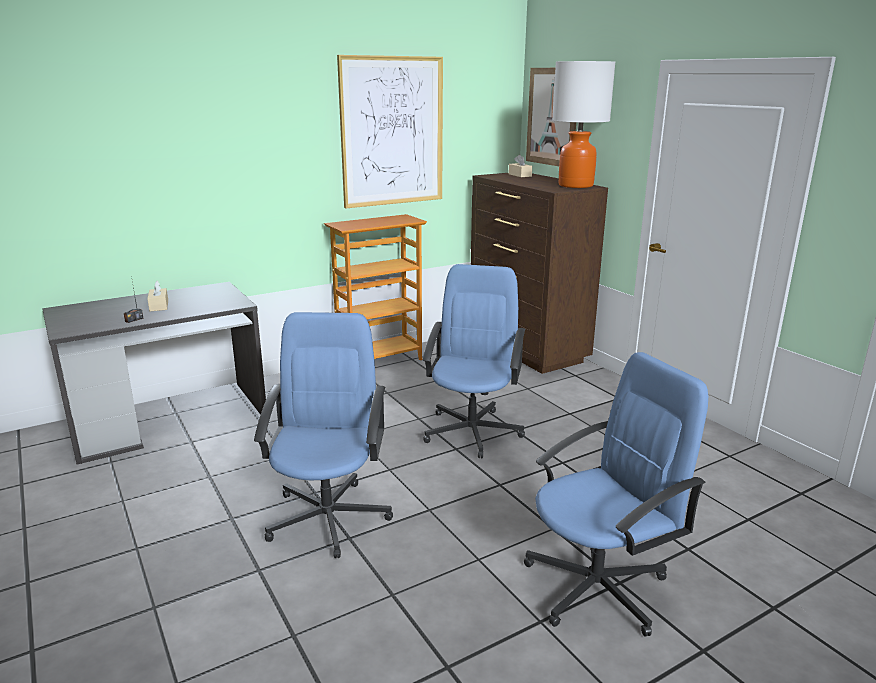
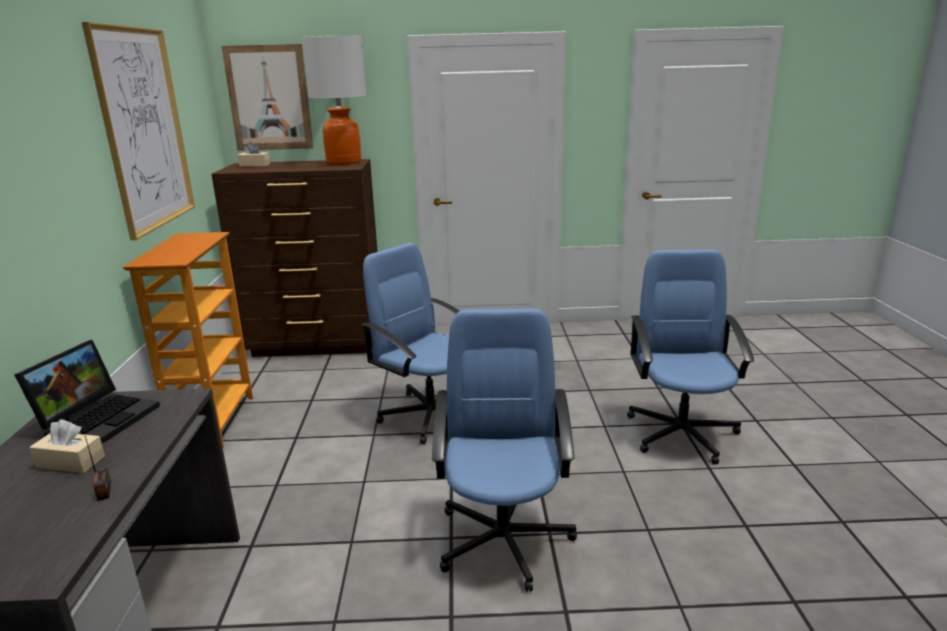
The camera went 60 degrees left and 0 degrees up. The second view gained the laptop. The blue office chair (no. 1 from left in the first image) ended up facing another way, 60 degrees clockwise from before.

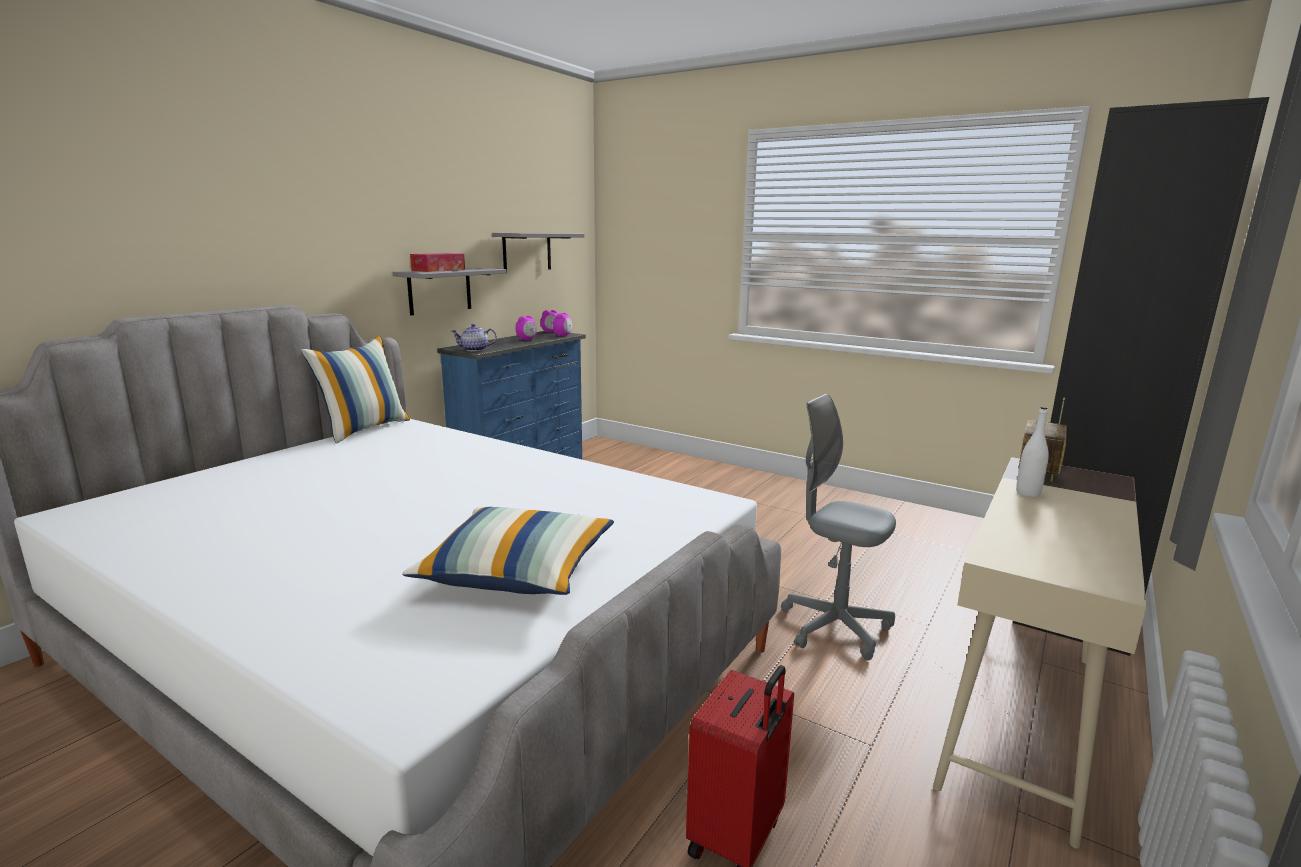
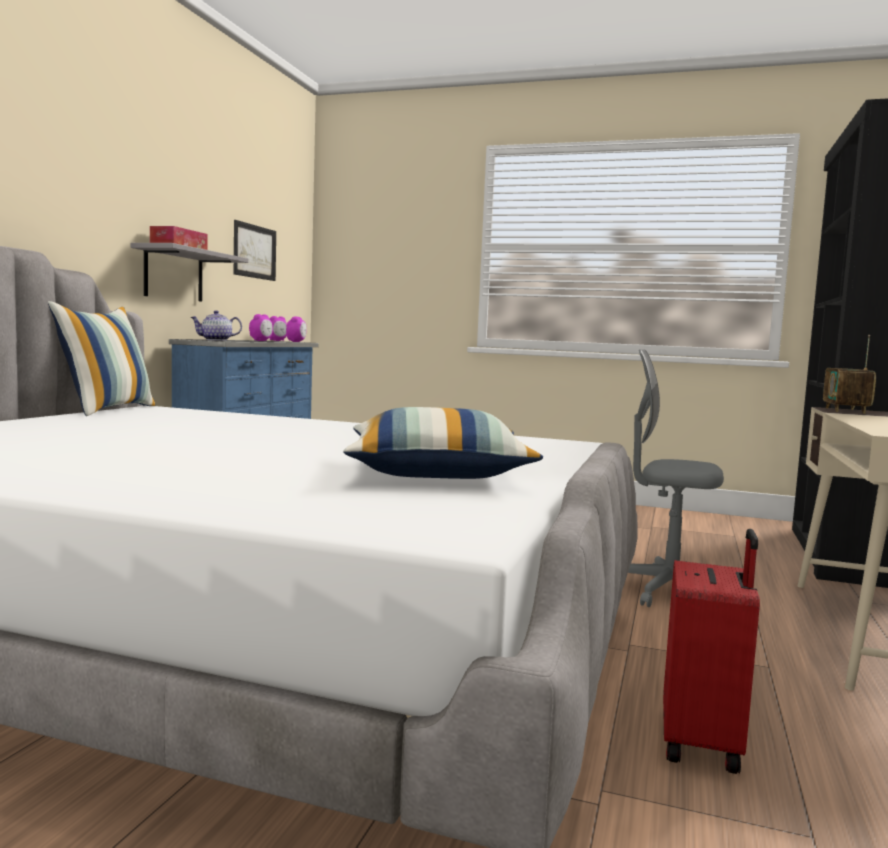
The camera went 15 degrees left and 10 degrees down. Where the grey shelf (no. 2 from left) hung, the picture came to hang. The second view lost the white bottle.

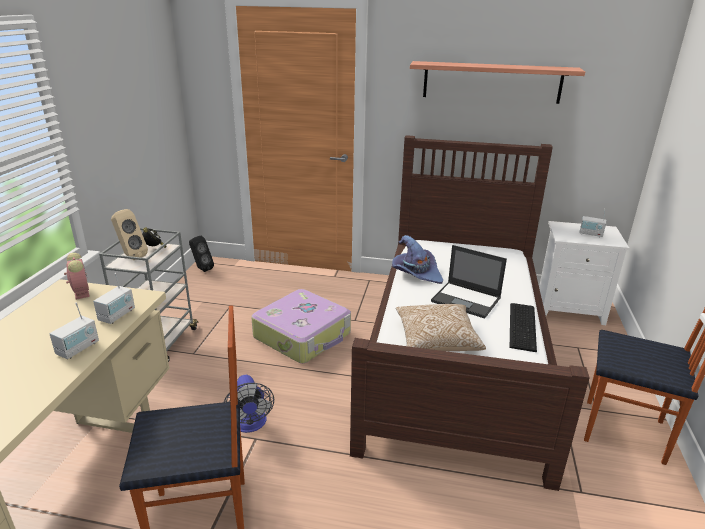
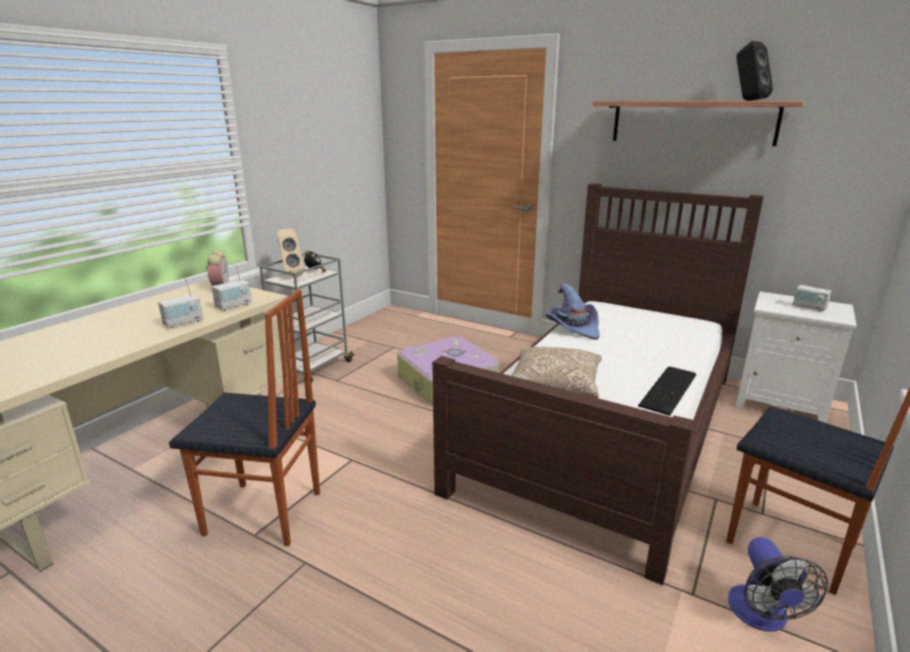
The camera went 20 degrees right and 5 degrees down. The fan ended up elsewhere. The black speaker ended up elsewhere. The second view lost the laptop.

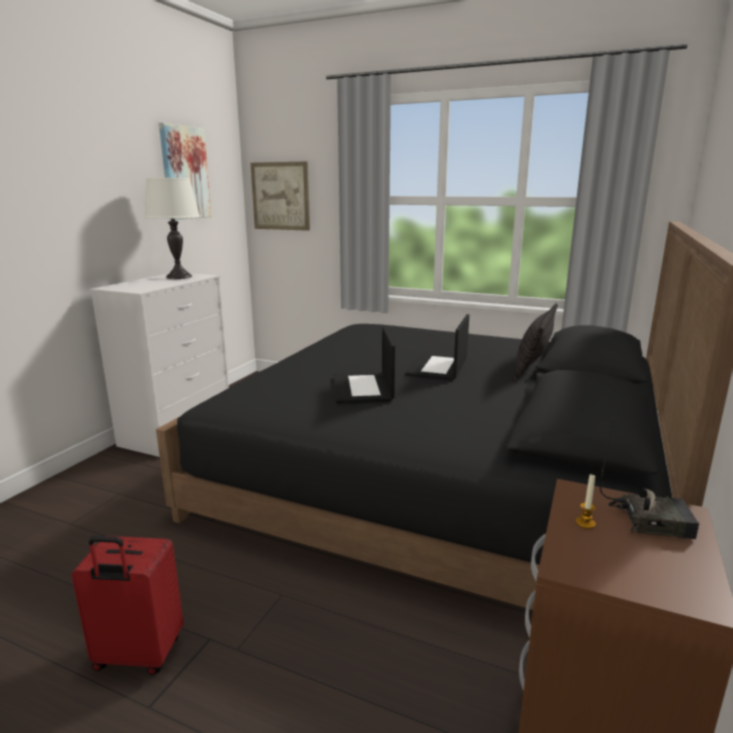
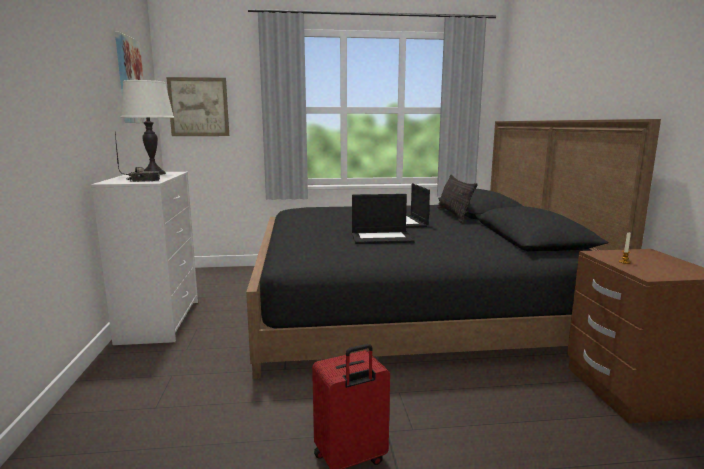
The camera went 30 degrees left and 5 degrees down. The radio ended up elsewhere. The laptop (no. 1 from left) ended up facing another way, 60 degrees counterclockwise from before.

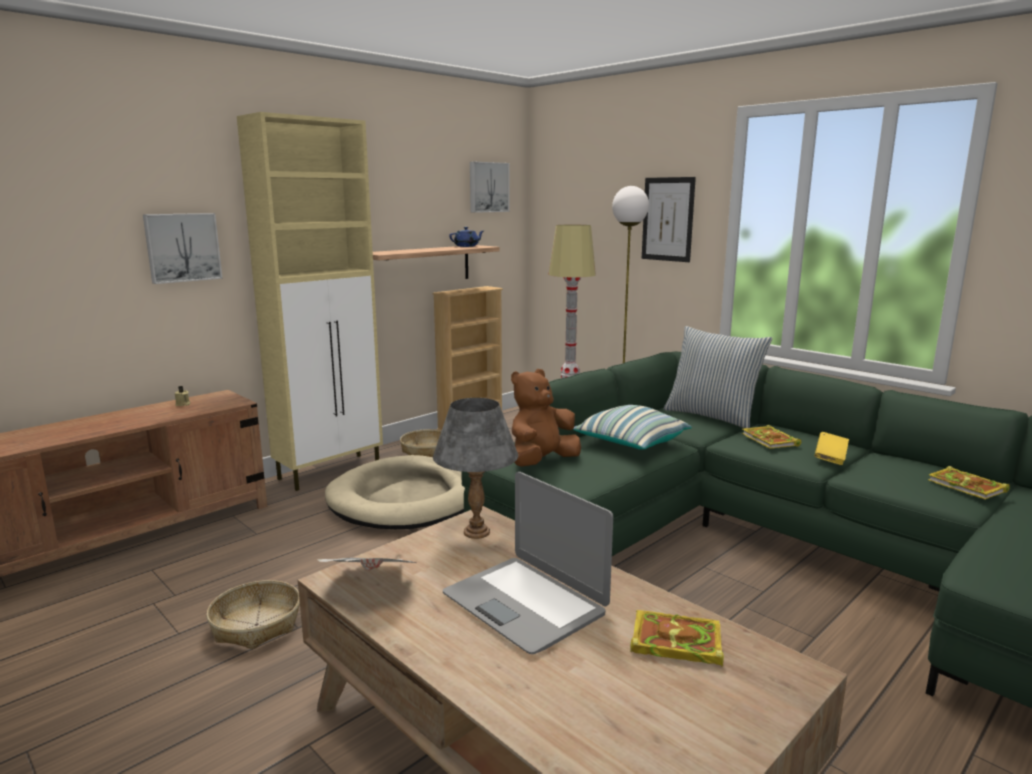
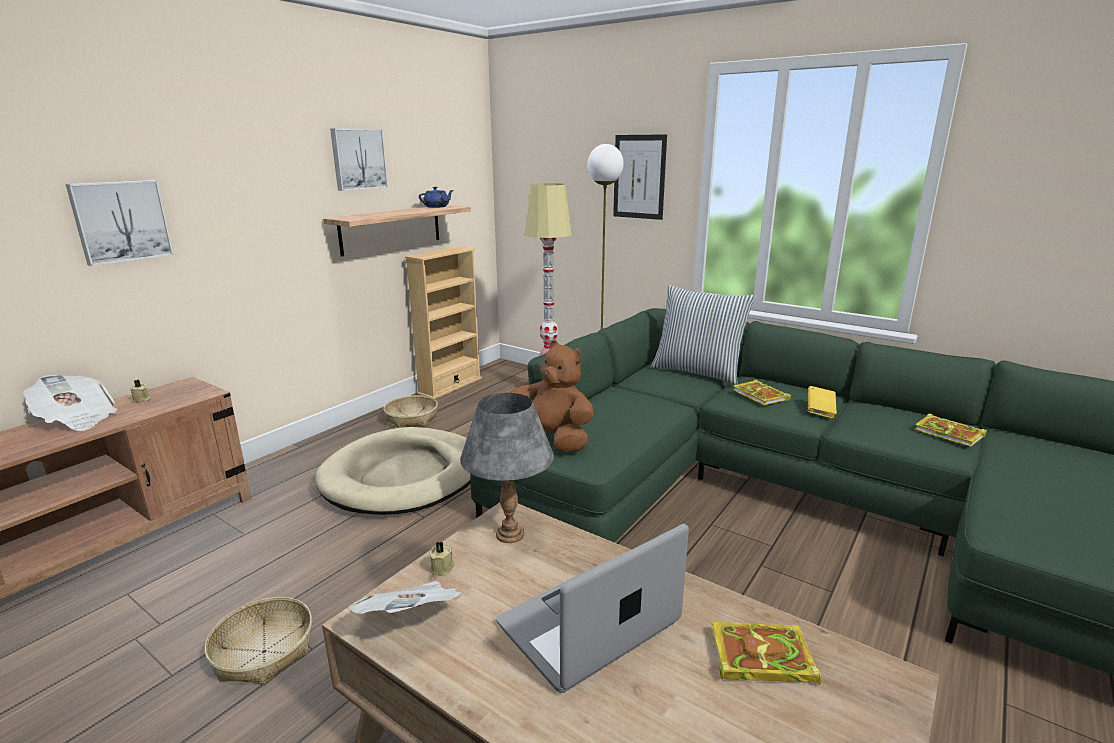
The camera went 10 degrees left and 5 degrees up. The second view gained the newspaper (no. 1 from left). The picture (no. 2 from left) ended up elsewhere. The second view gained the beige candle (no. 2 from left). The laptop ended up facing another way, 105 degrees clockwise from before. The brown plush toy ended up facing another way, 90 degrees clockwise from before. The second view lost the beige cabinet. The second view lost the pillow (no. 1 from left).

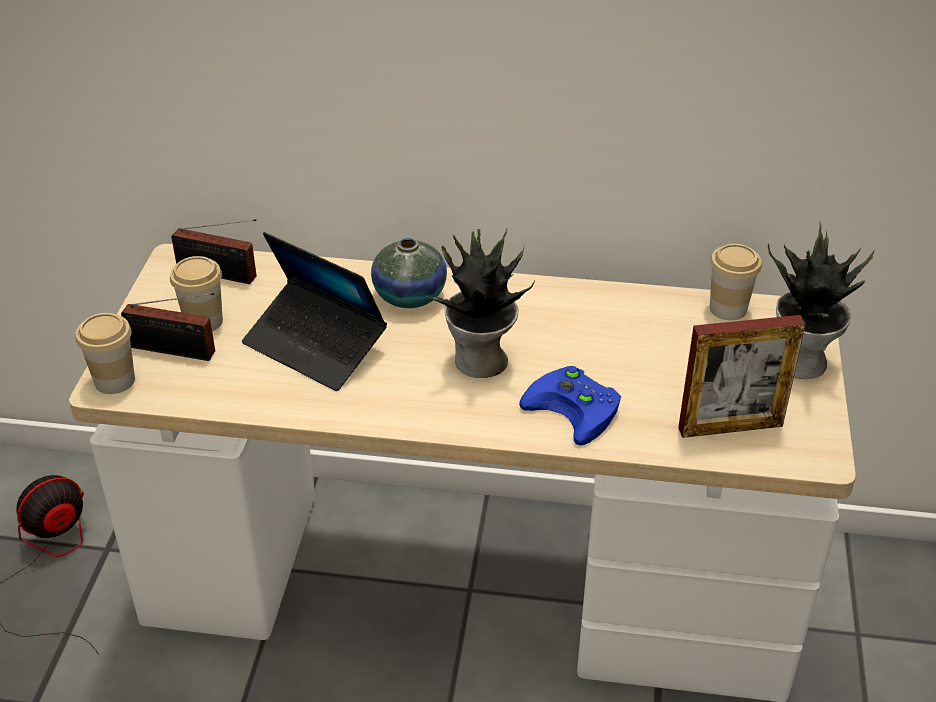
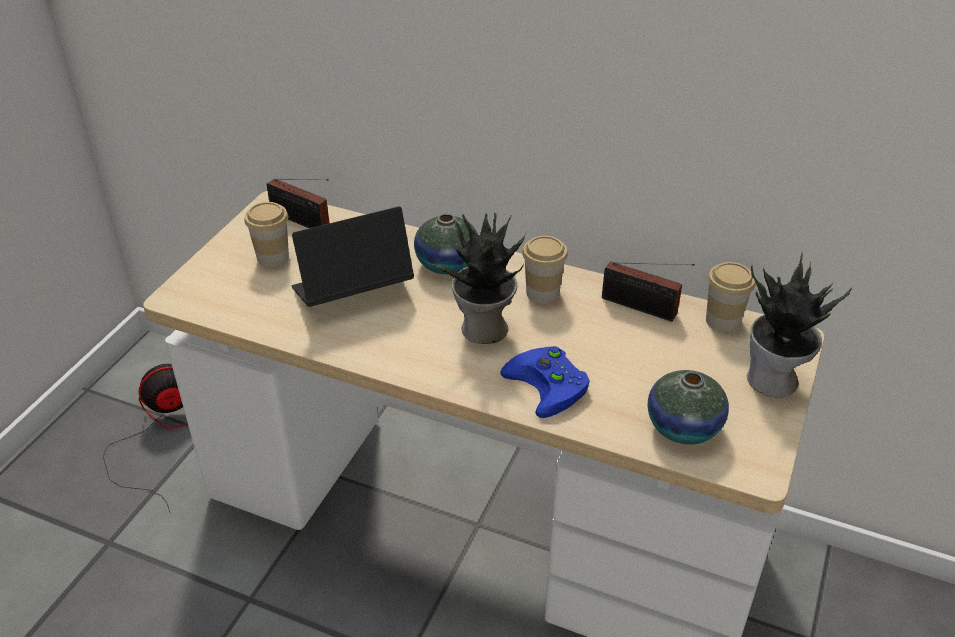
The camera went 15 degrees right and 0 degrees up. The laptop ended up facing another way, 105 degrees clockwise from before. The cup (no. 1 from left in the first image) ended up elsewhere. The radio (no. 1 from left in the first image) ended up elsewhere. Where the picture frame stood, the vase (no. 2 from left) came to stand.

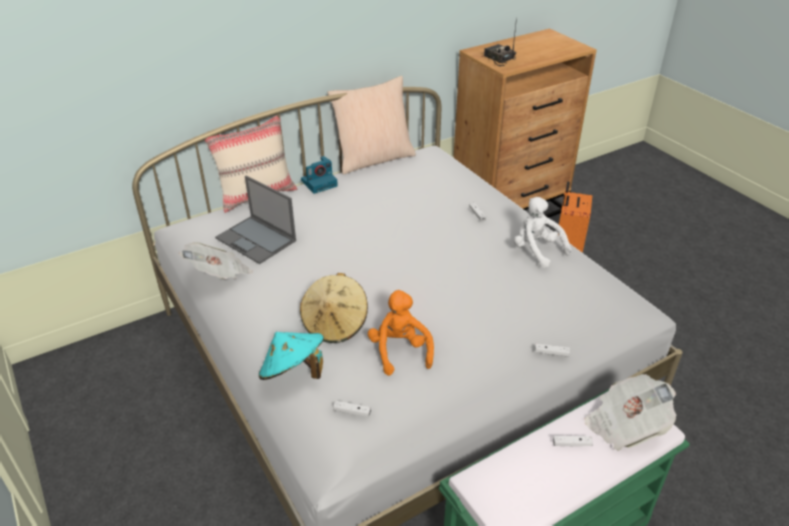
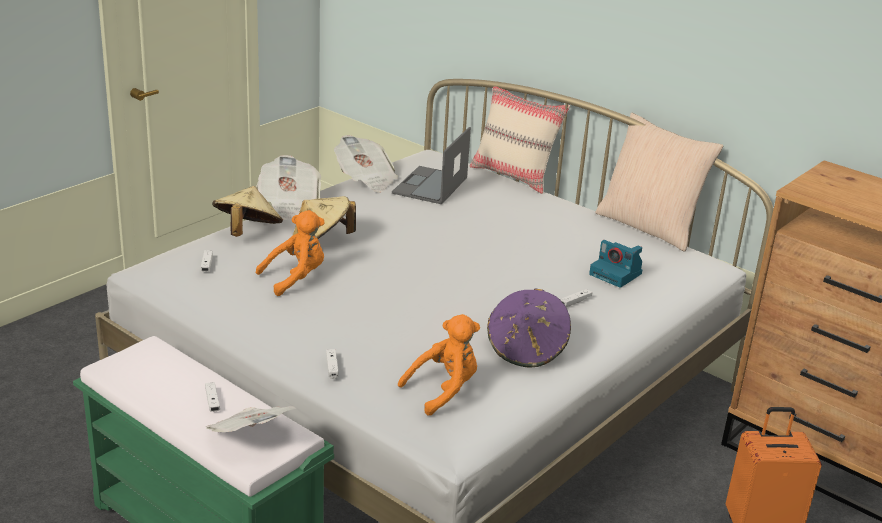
The camera went 70 degrees right and 10 degrees down. What was the turquoise hat turned into the beige hat (no. 1 from left). The second view gained the newspaper (no. 2 from left). The second view gained the orange plush toy (no. 2 from left). Where the white plush toy stood, the purple hat came to stand. The photo camera ended up elsewhere. The second view lost the radio.

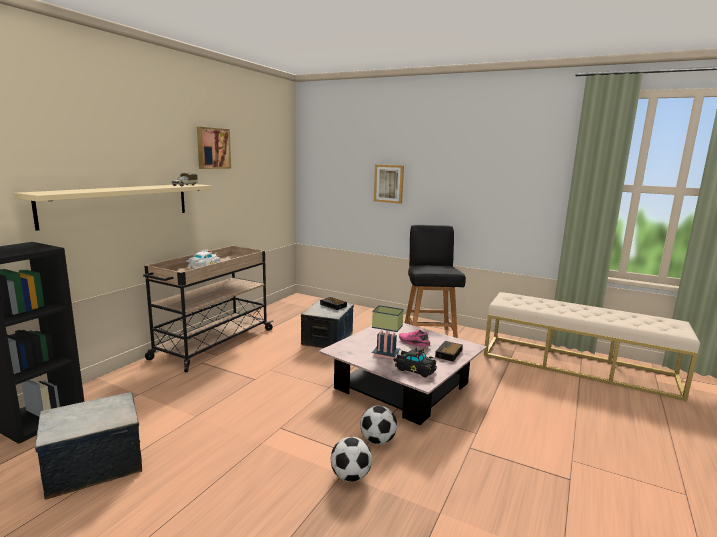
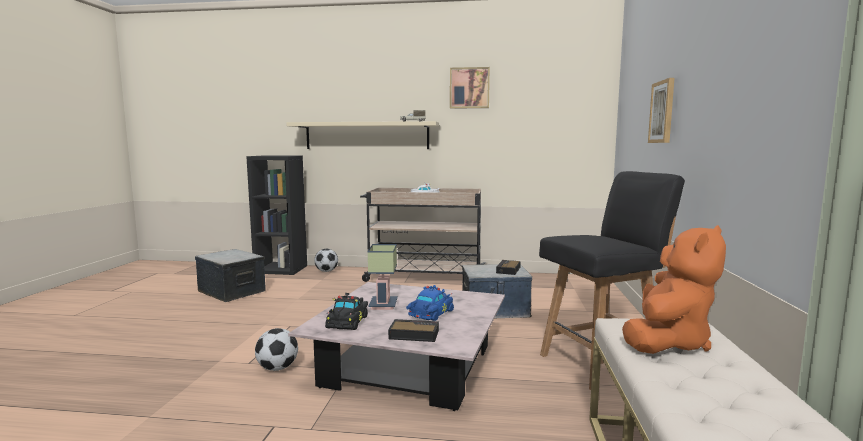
The camera went 70 degrees right and 5 degrees down. The football (no. 1 from left in the first image) ended up elsewhere. Where the pink shoe stood, the blue toy car came to stand. The second view gained the orange plush toy.

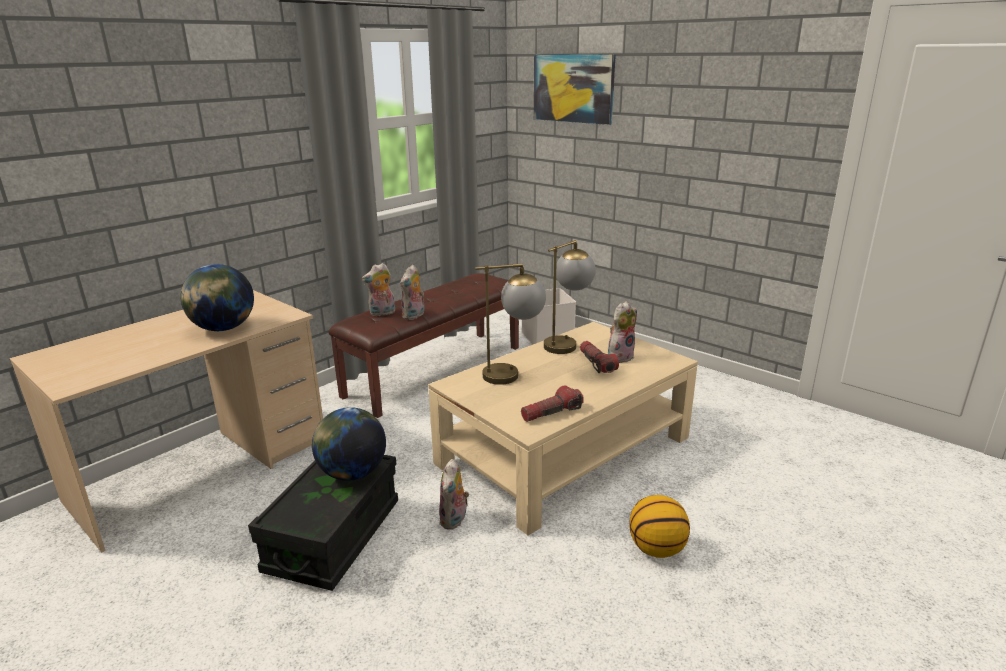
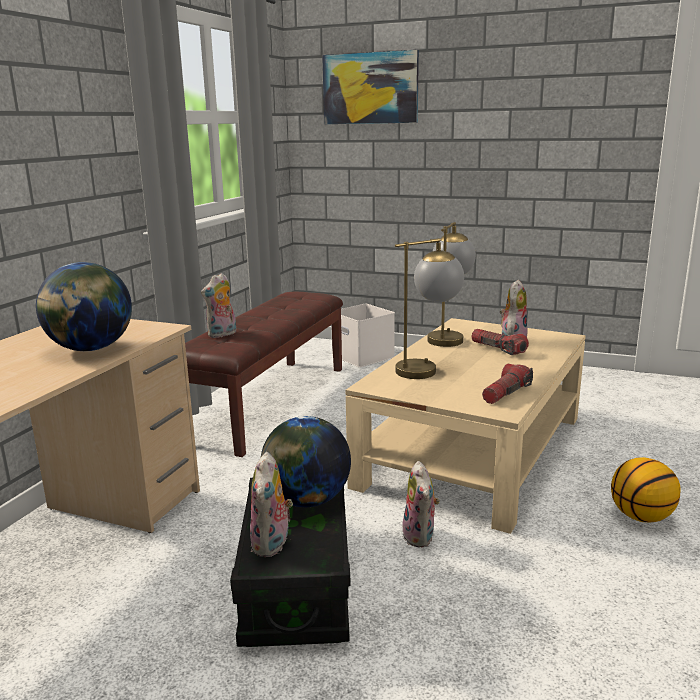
The camera went 20 degrees left and 5 degrees down. The plush toy (no. 2 from left) ended up elsewhere.

